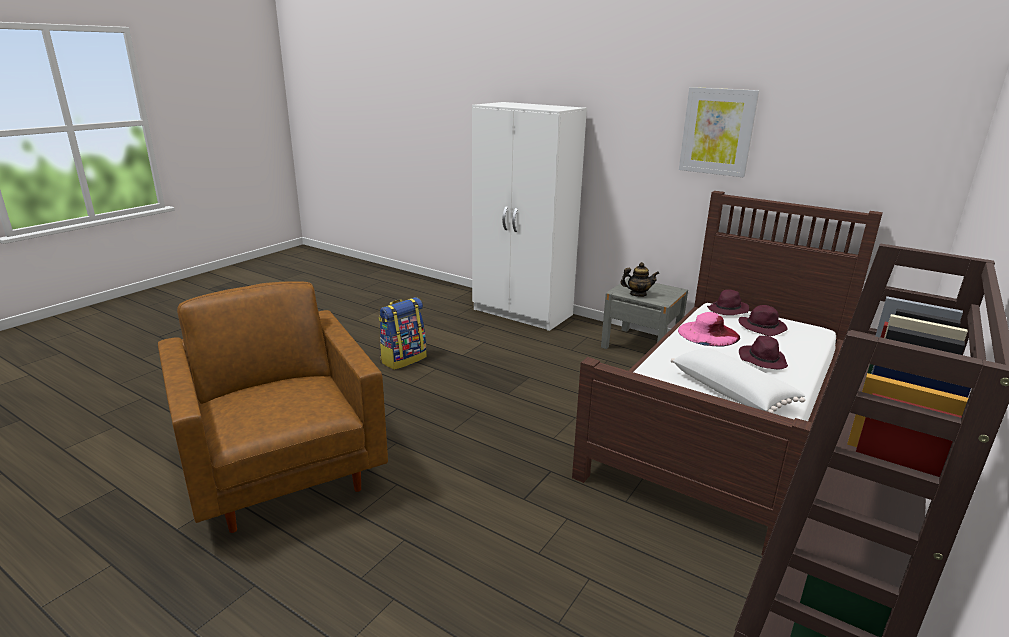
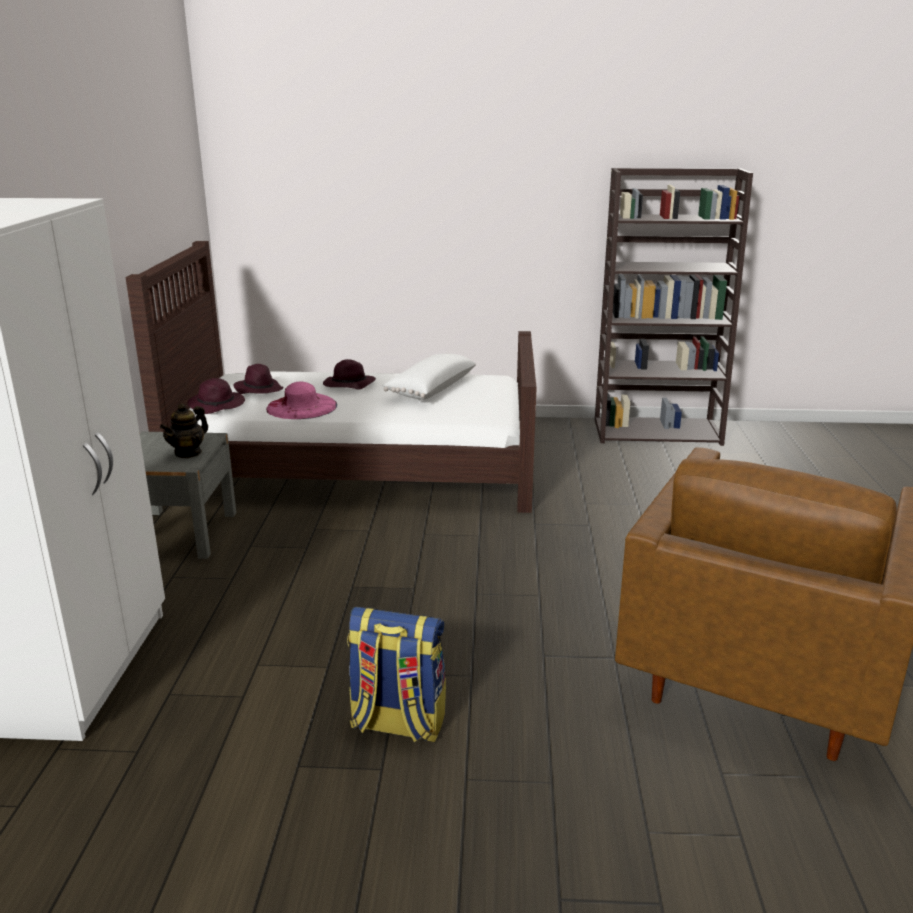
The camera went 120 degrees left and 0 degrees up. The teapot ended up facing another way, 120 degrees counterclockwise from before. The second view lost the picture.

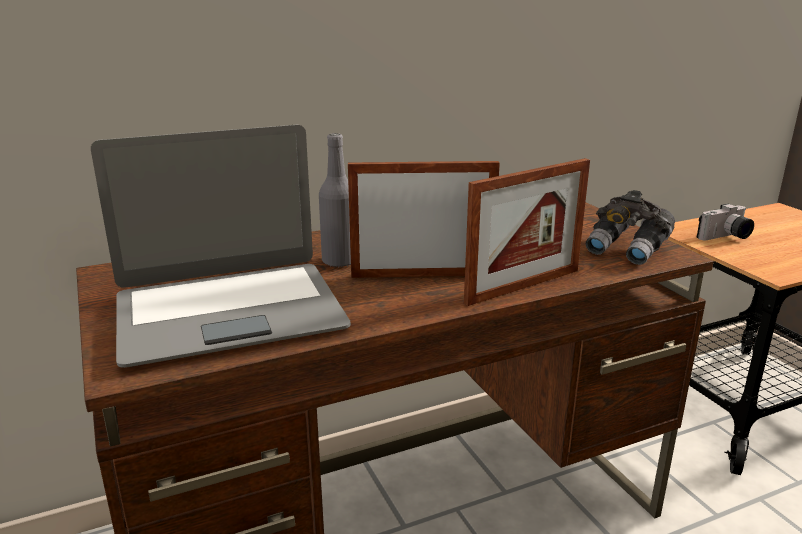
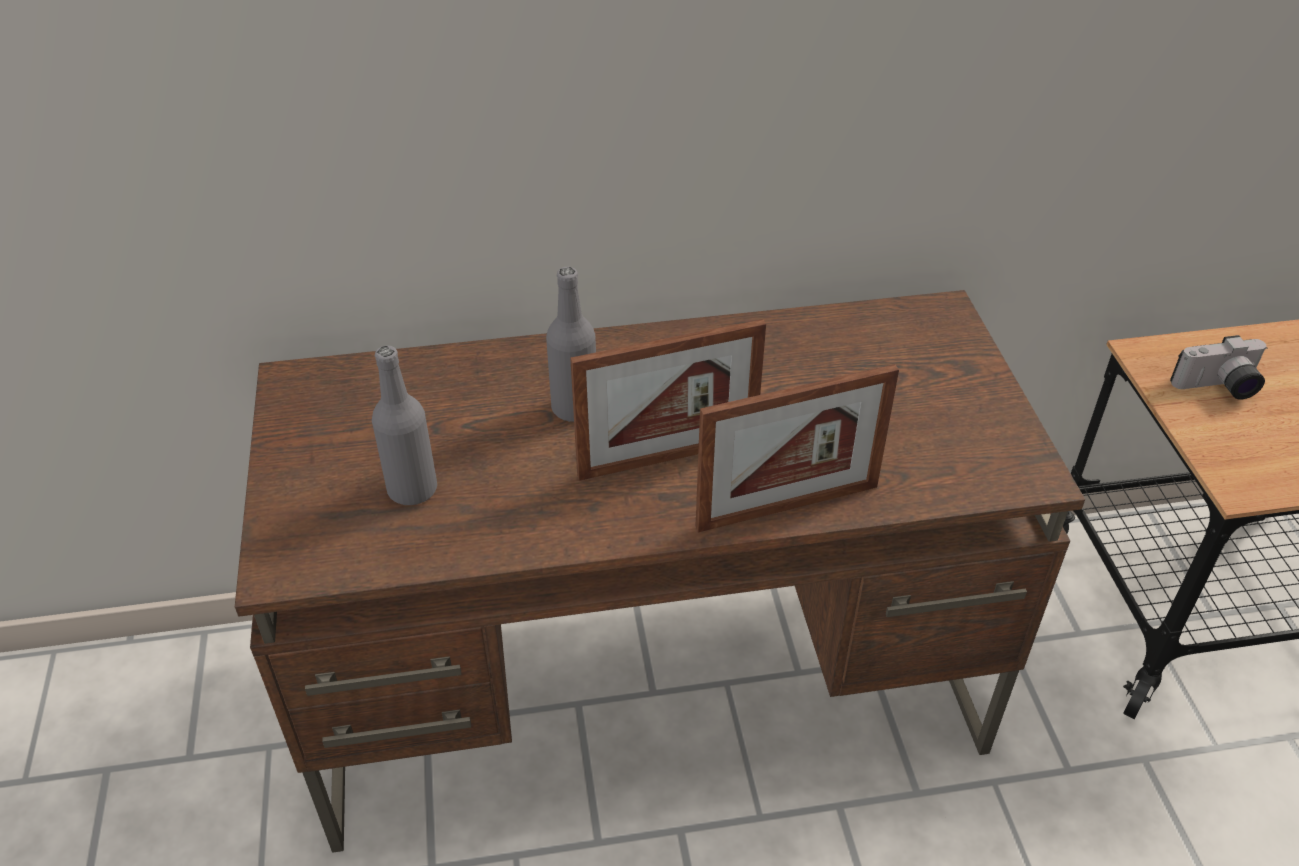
The camera went 15 degrees right and 20 degrees up. Where the laptop stood, the grey bottle (no. 1 from left) came to stand. The picture frame (no. 1 from left) ended up facing another way, 150 degrees clockwise from before. The second view lost the grey binoculars.

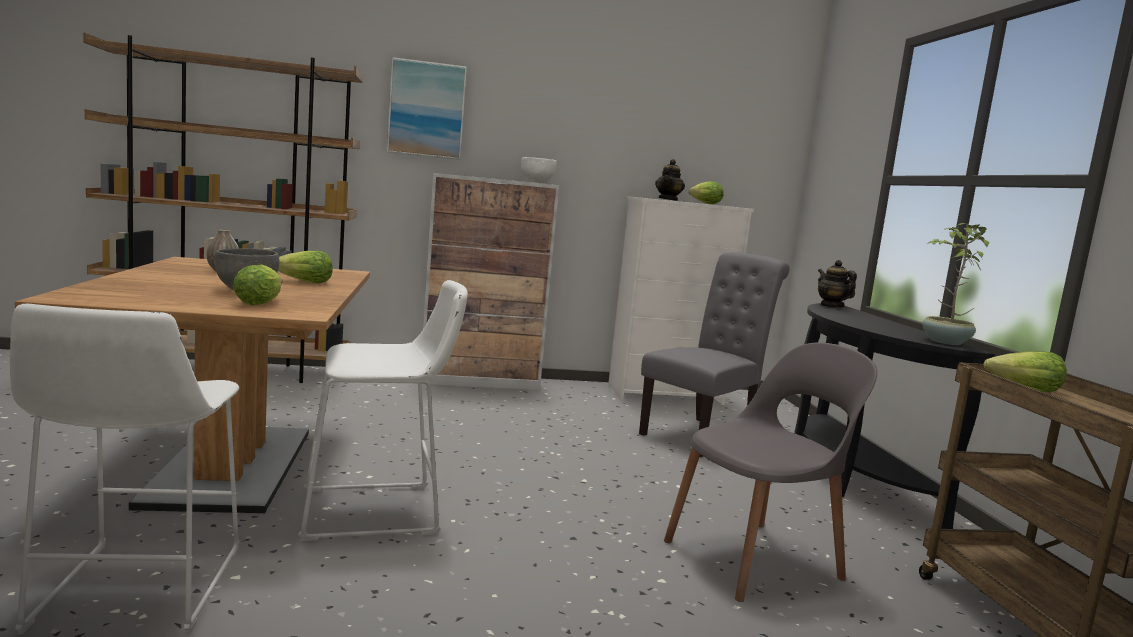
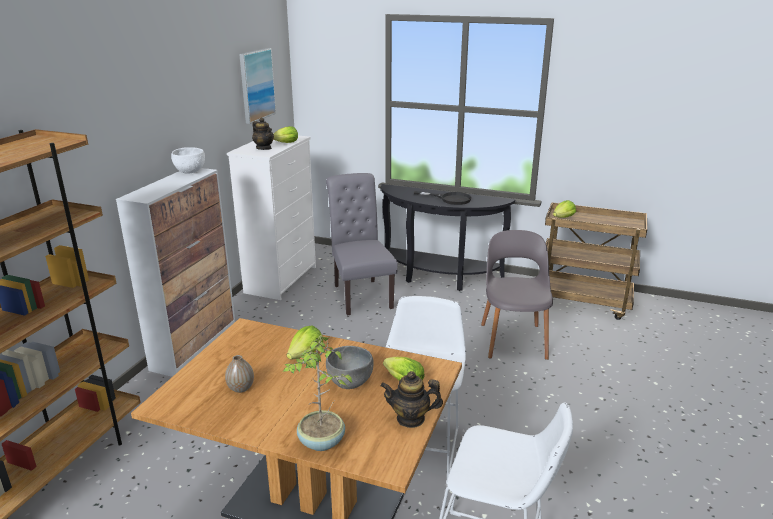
The camera went 60 degrees left and 15 degrees up. The picture ended up elsewhere. The potted plant ended up elsewhere. The teapot (no. 2 from left) ended up elsewhere. The second view gained the black frying pan.

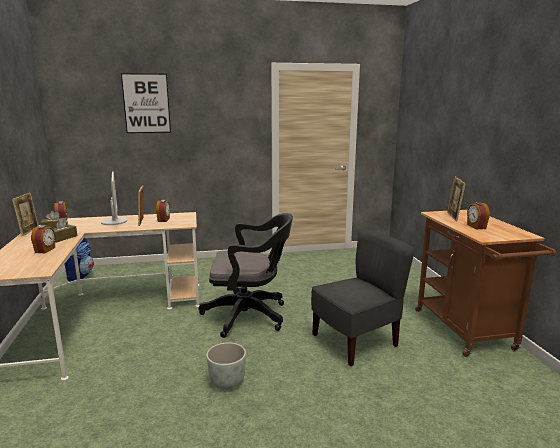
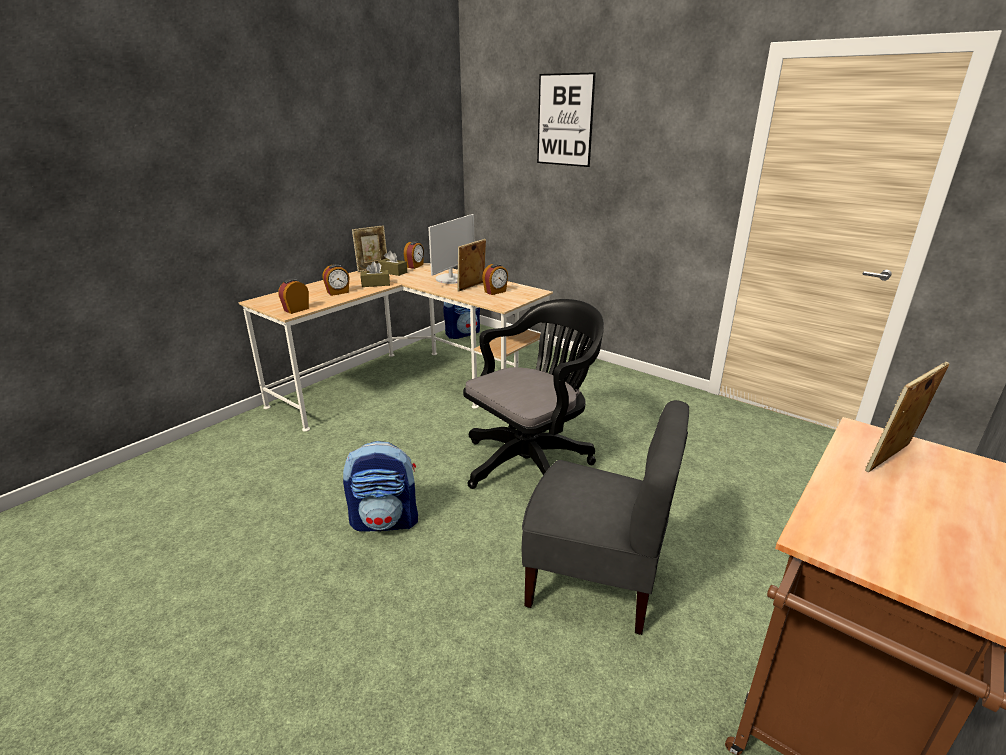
The camera went 50 degrees right and 10 degrees up. The alarm clock (no. 4 from left in the first image) ended up elsewhere. Where the grey planter stood, the backpack (no. 1 from left) came to stand. The black office chair ended up facing another way, 90 degrees counterclockwise from before.

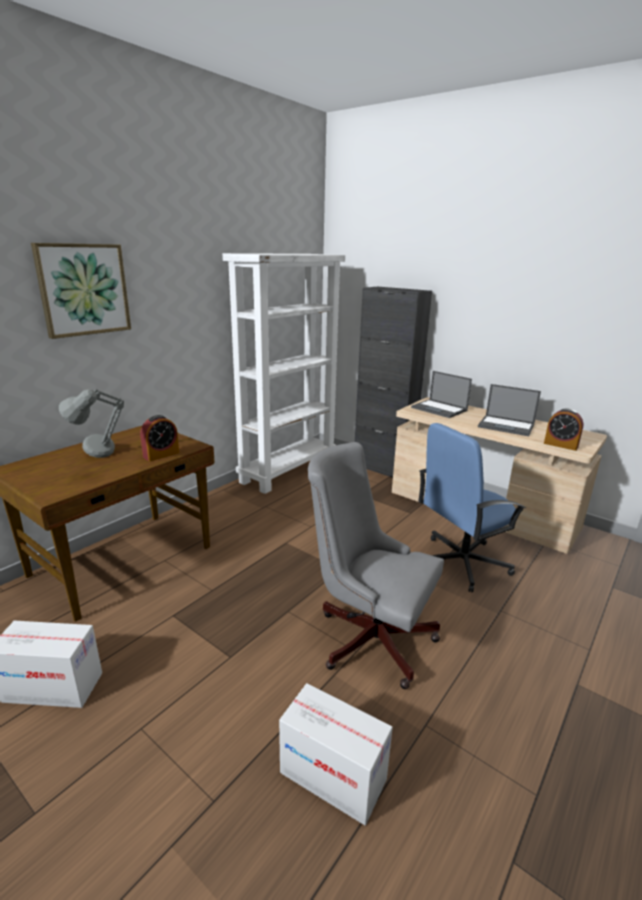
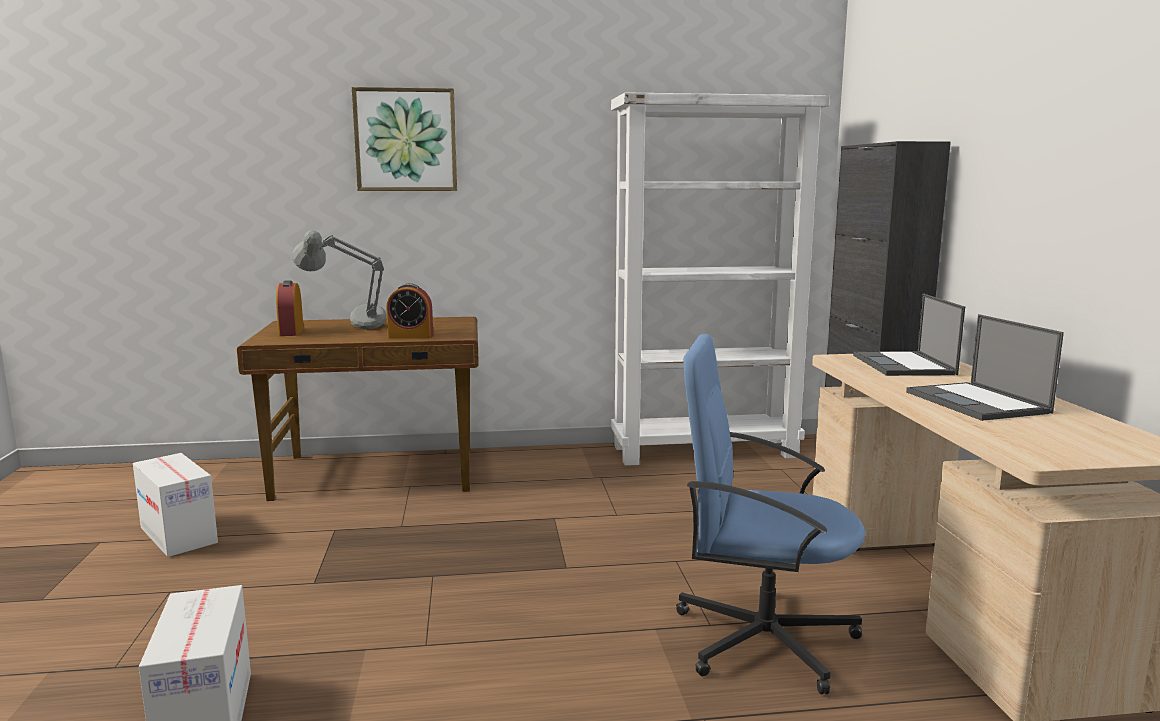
The camera went 45 degrees right and 10 degrees down. The alarm clock (no. 2 from left in the first image) ended up elsewhere. The second view lost the grey office chair.

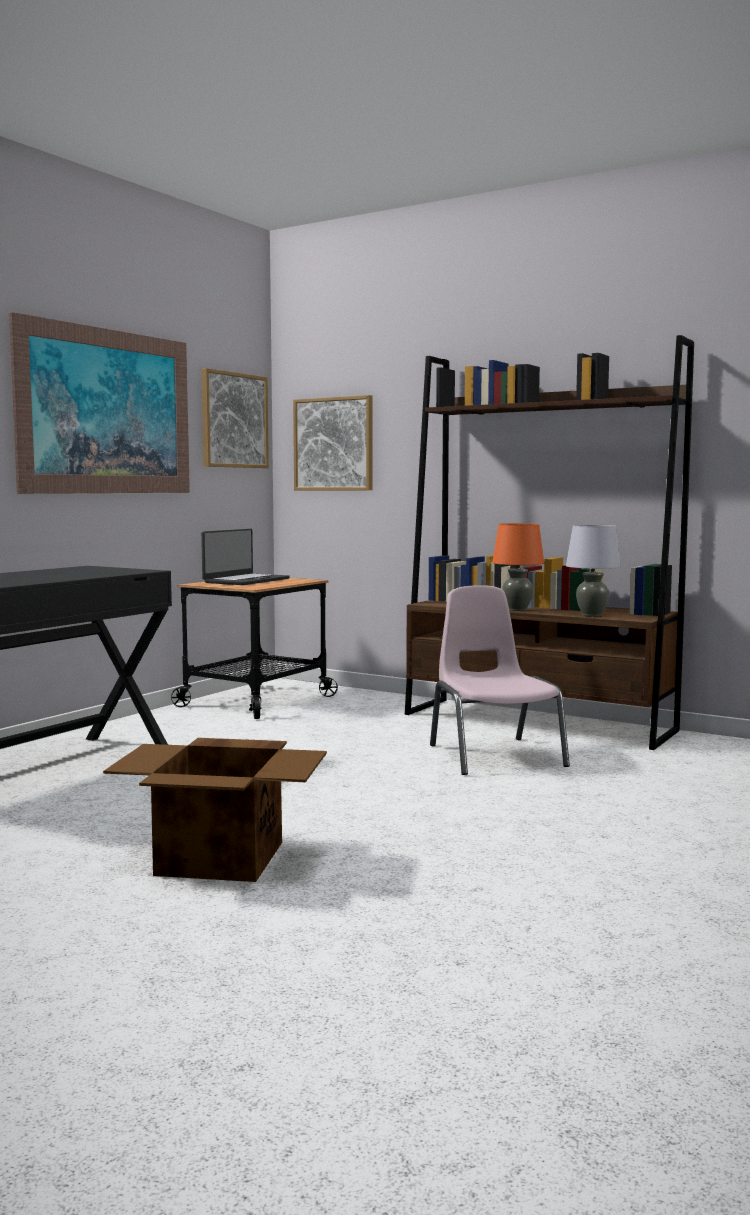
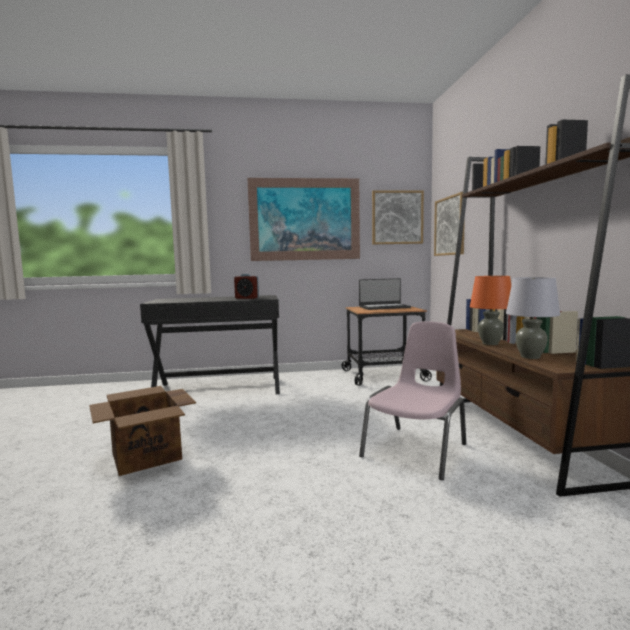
The camera went 50 degrees right and 0 degrees up. The second view gained the alarm clock.

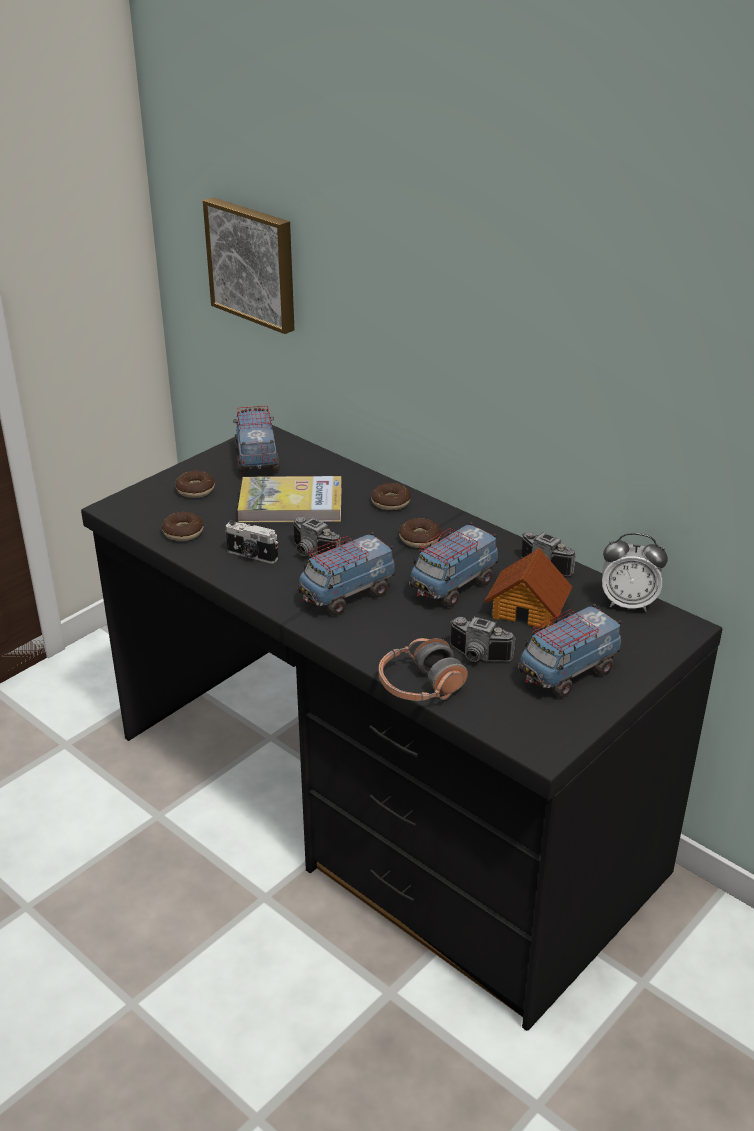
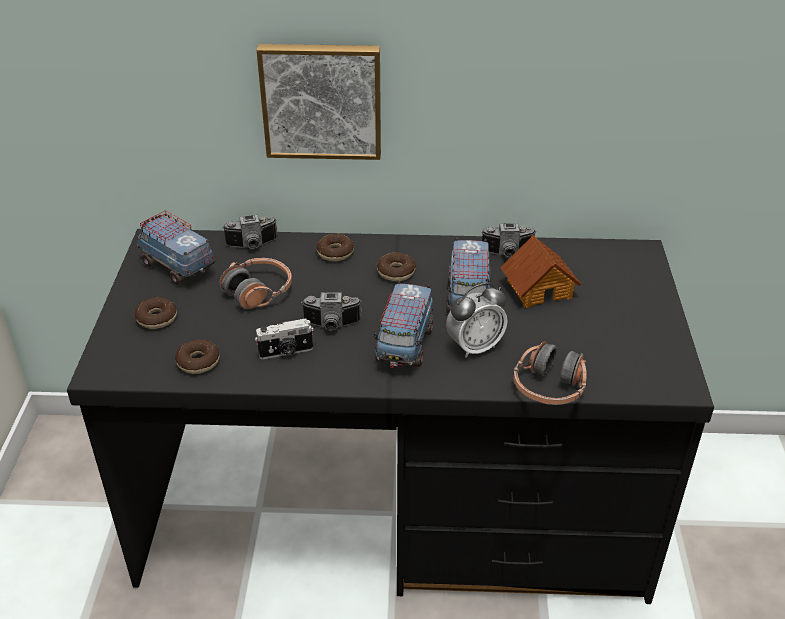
The camera went 40 degrees left and 5 degrees up. Where the book stood, the headphones (no. 1 from left) came to stand. The photo camera (no. 3 from left in the first image) ended up elsewhere. The picture ended up elsewhere. The alarm clock ended up elsewhere. The second view lost the toy truck (no. 4 from left).

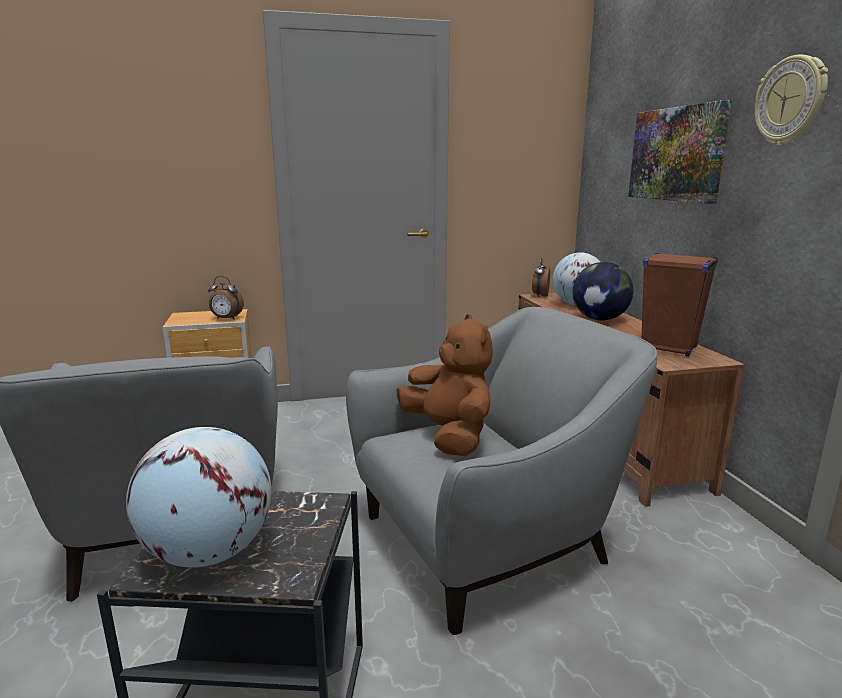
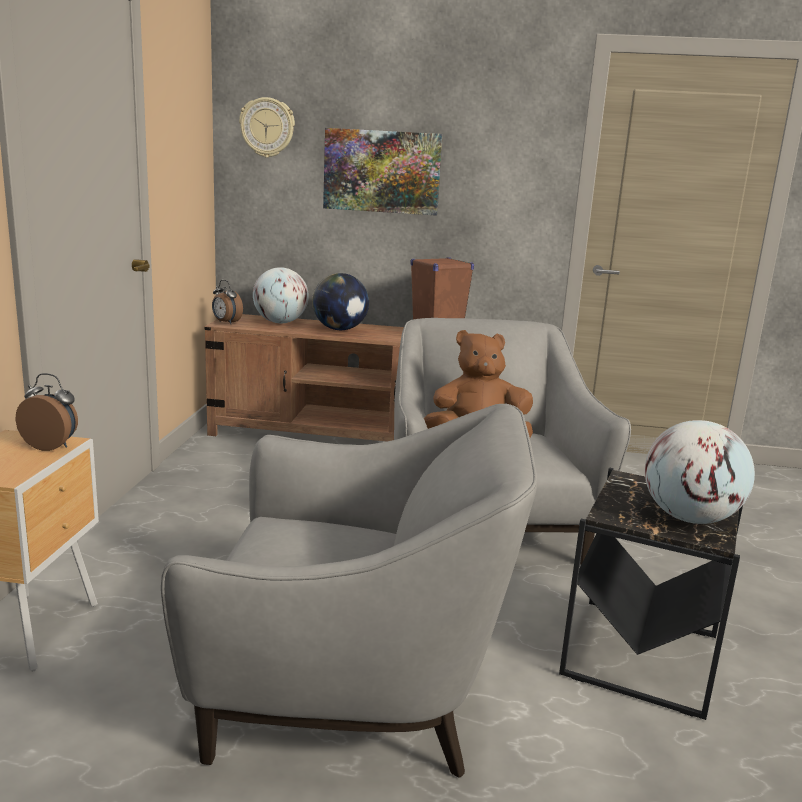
The camera went 70 degrees left and 0 degrees up. The alarm clock (no. 1 from left) ended up facing another way, 105 degrees counterclockwise from before. The wall clock ended up elsewhere.

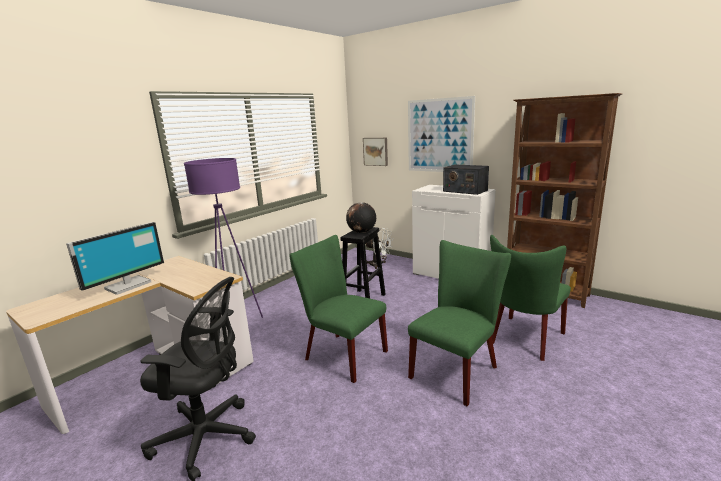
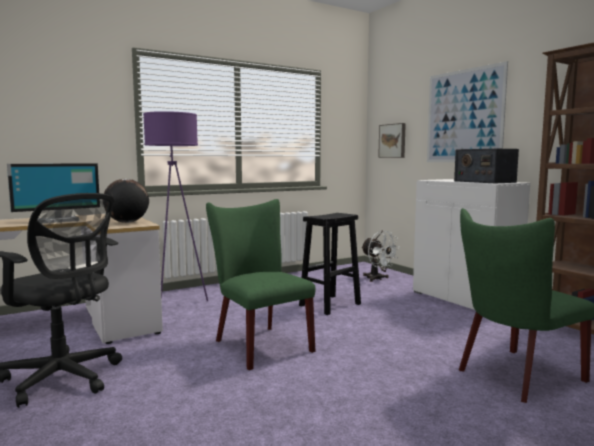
The camera went 20 degrees right and 10 degrees down. The globe ended up elsewhere. The second view lost the green chair (no. 2 from left).

